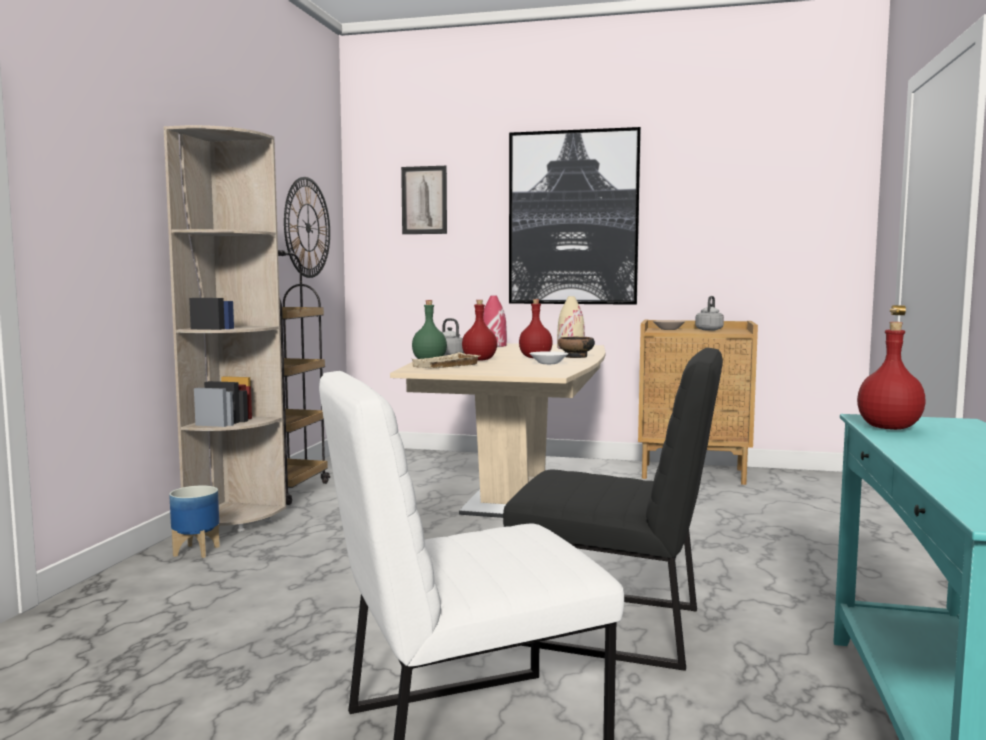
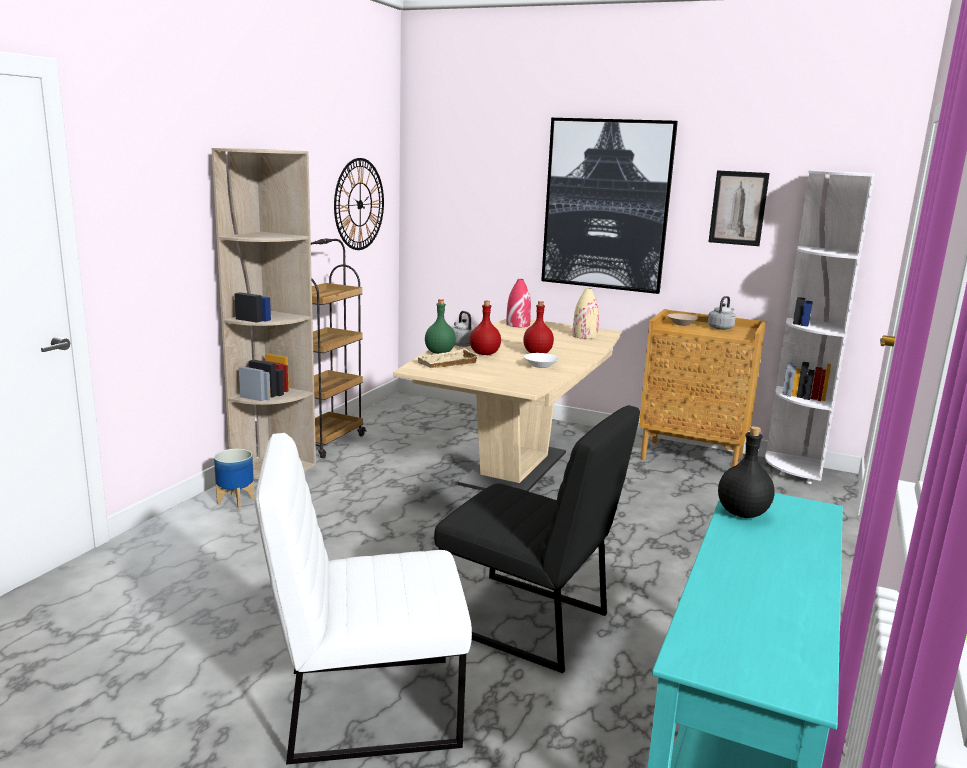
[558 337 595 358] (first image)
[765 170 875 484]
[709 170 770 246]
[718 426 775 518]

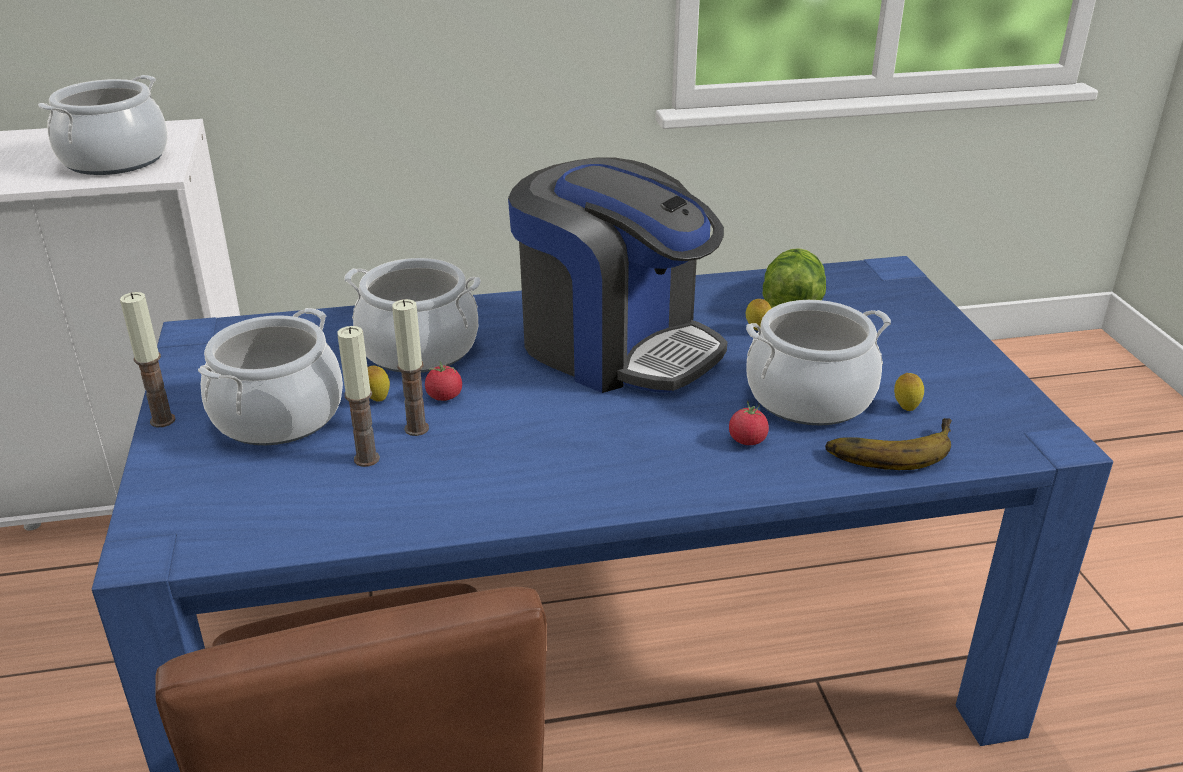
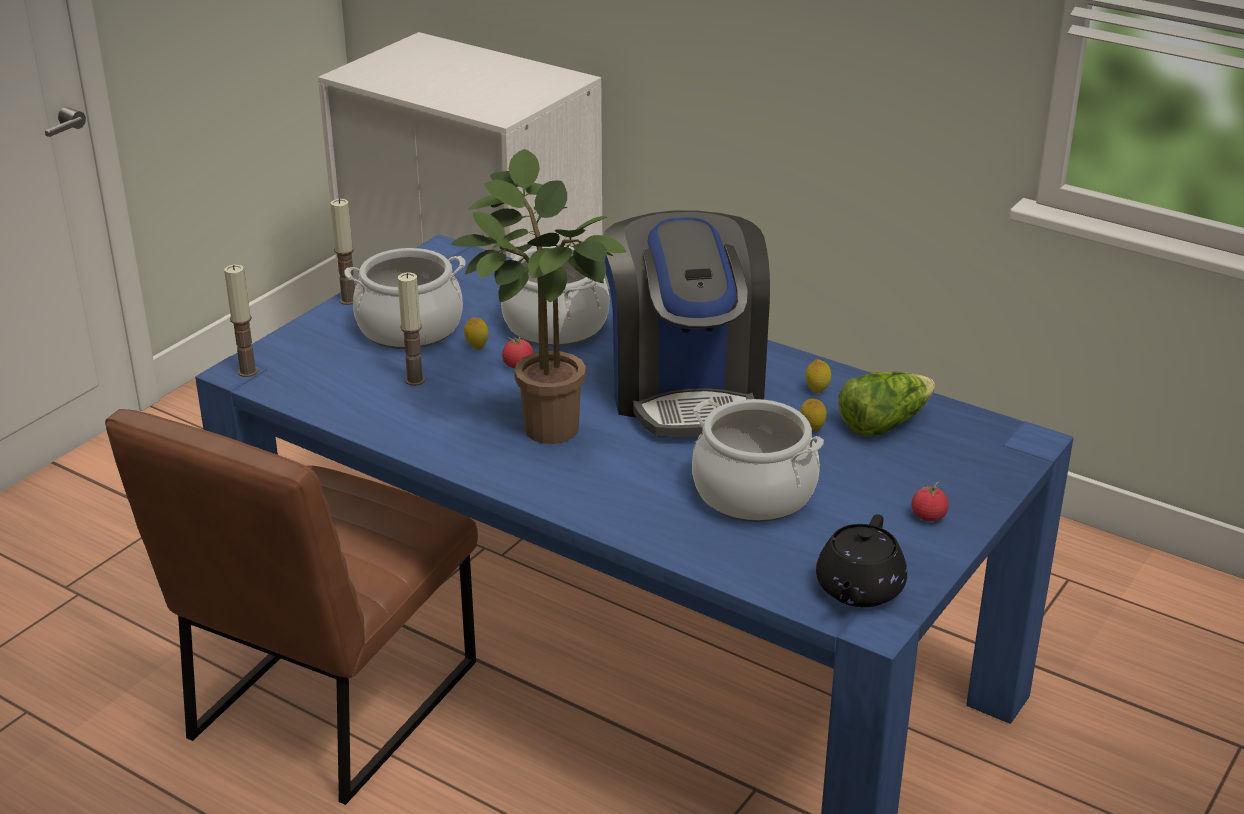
[38 75 168 175] (first image)
[825 418 952 470] (first image)
[451 149 627 444]
[816 514 907 607]
[224 264 258 377]
[912 482 949 521]
[806 359 831 393]

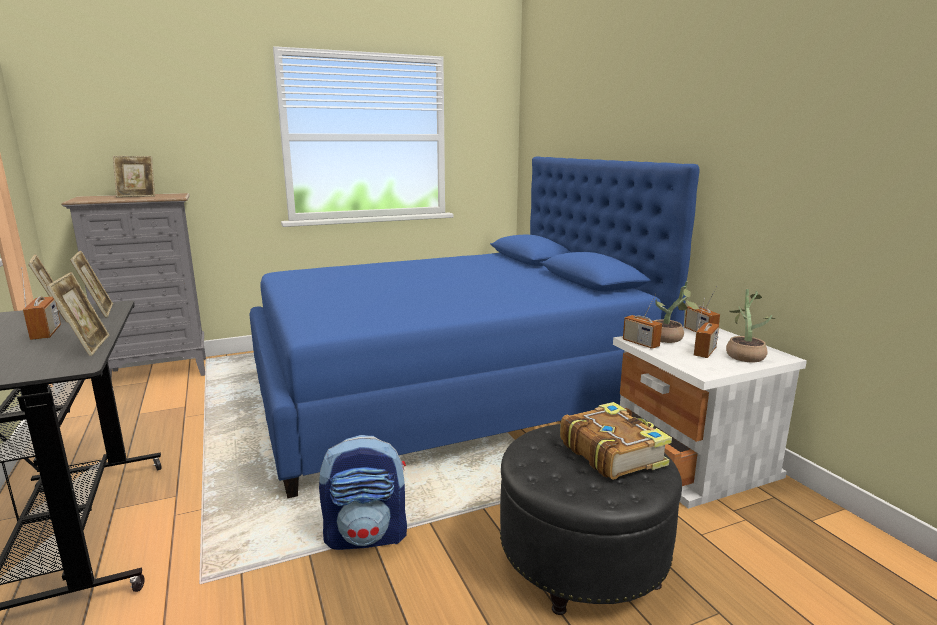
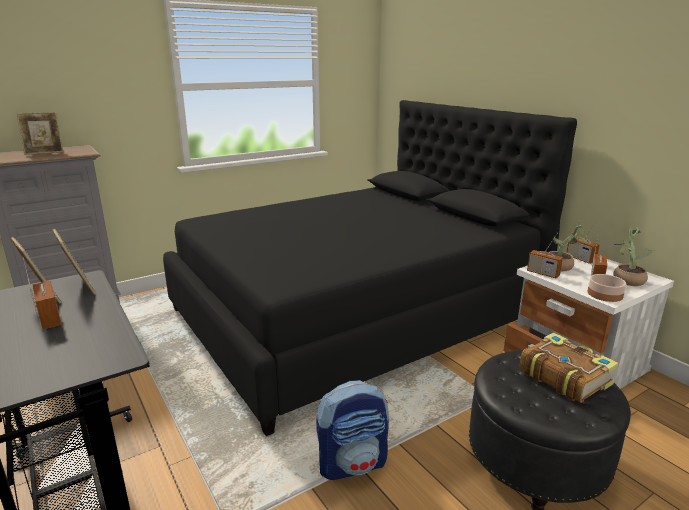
[46 272 109 356] (first image)
[587 274 626 302]
[163 100 577 436]

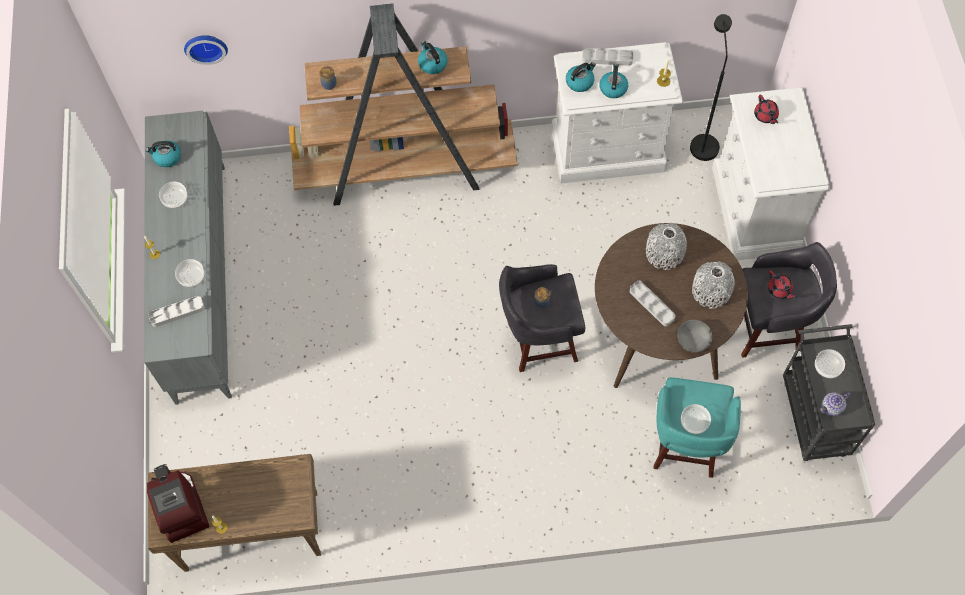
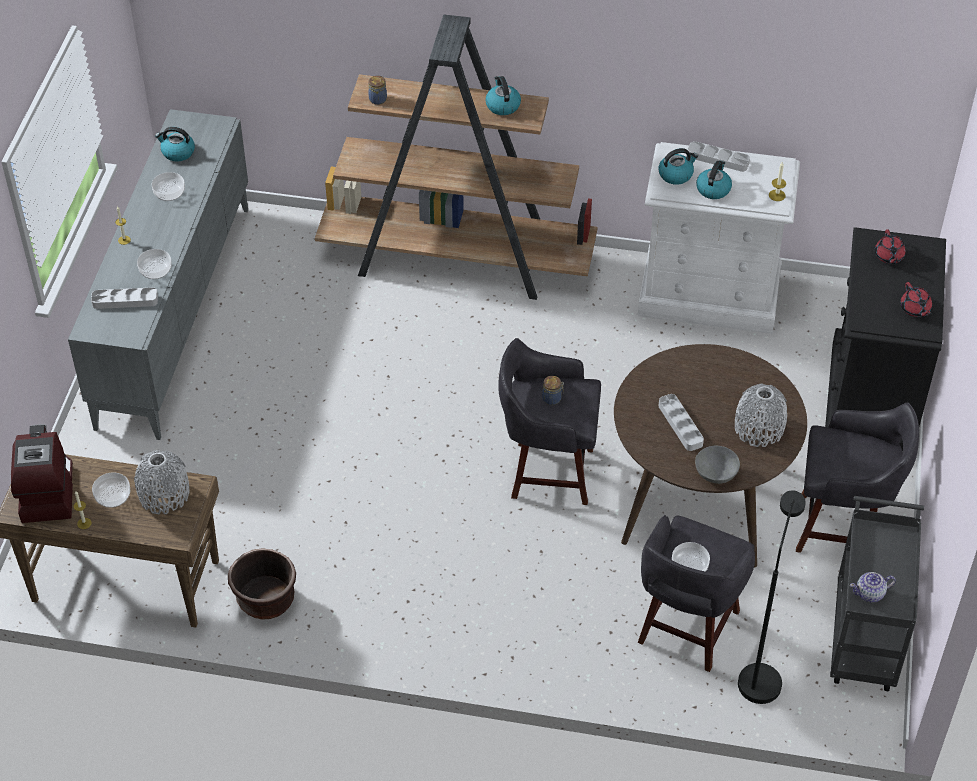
[184 35 228 65] (first image)
[228 548 296 620]
[134 450 190 515]
[738 490 806 704]
[900 282 932 317]
[92 473 130 508]
[638 515 755 672]
[825 227 946 451]

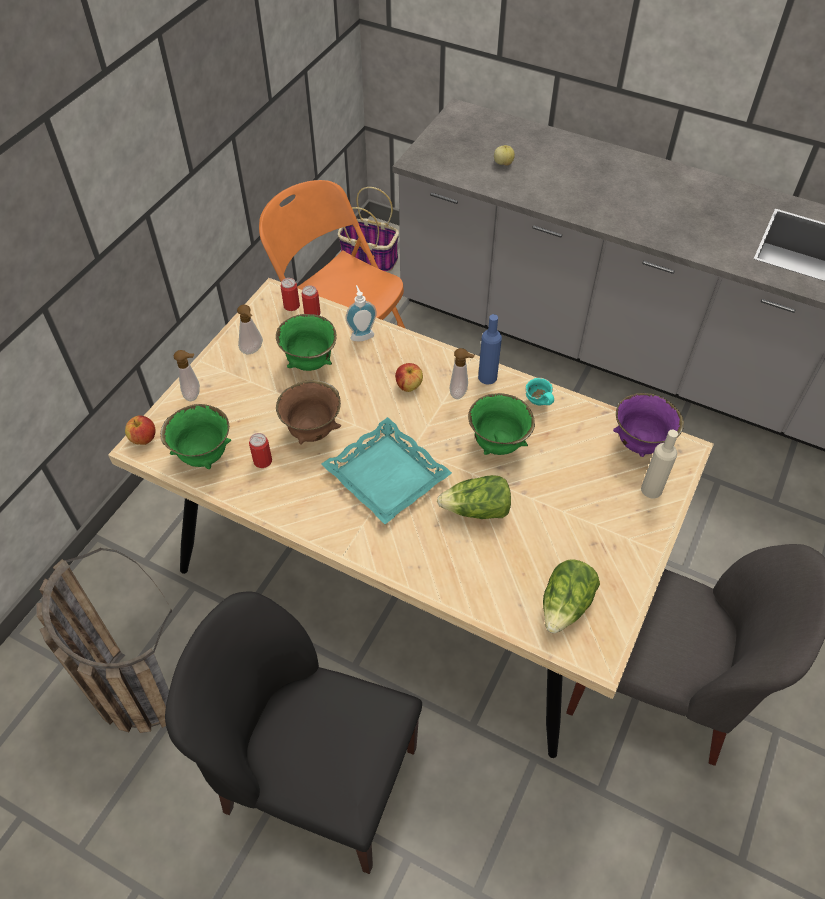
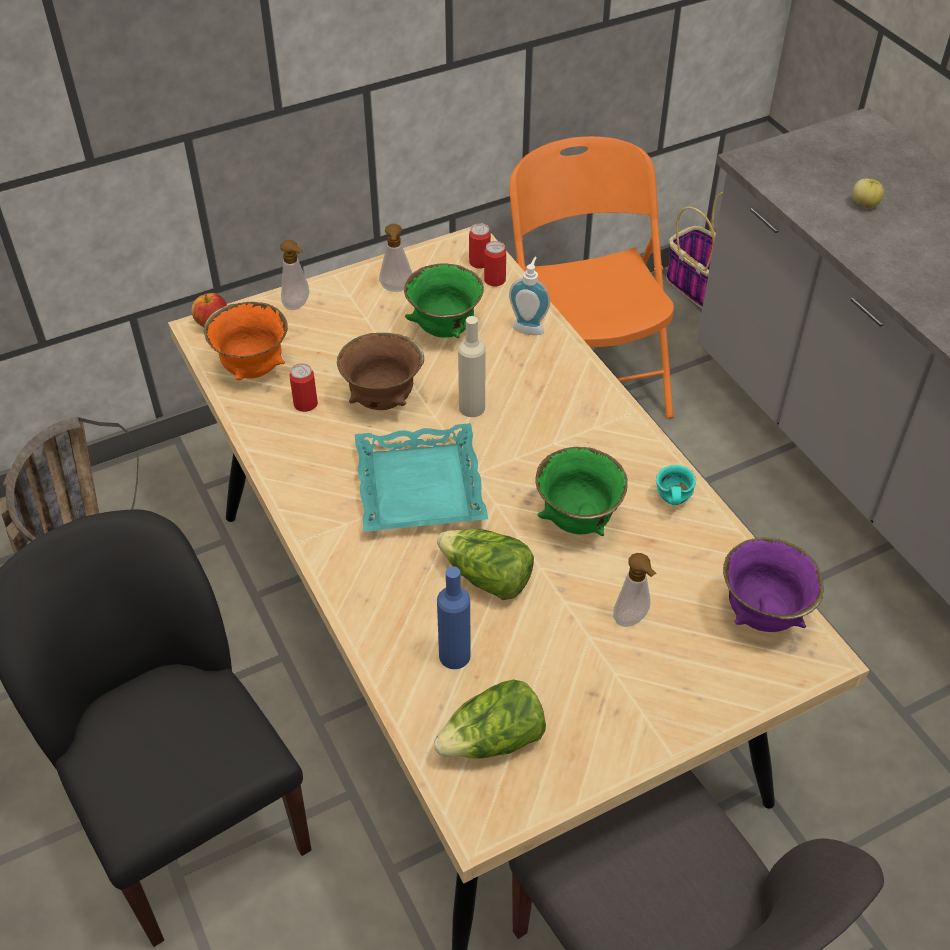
[395 363 423 392] (first image)
[613 553 657 627]
[437 566 471 669]
[458 316 486 417]
[204 302 288 380]

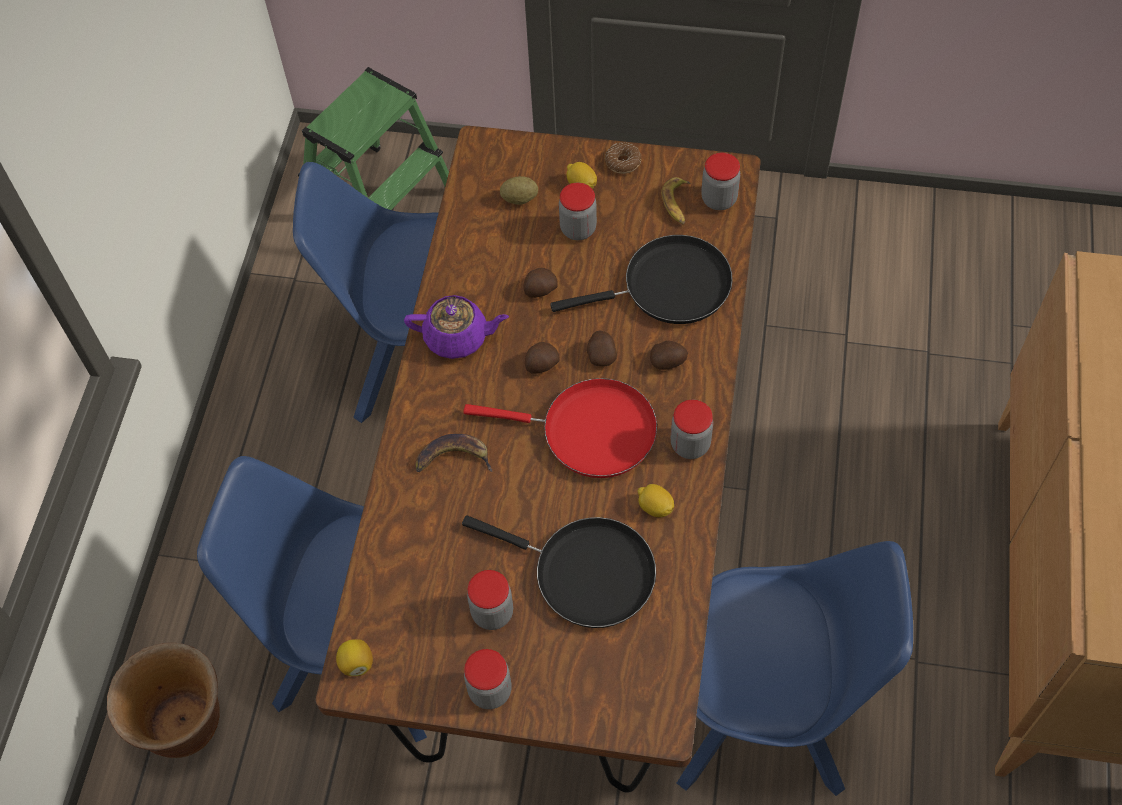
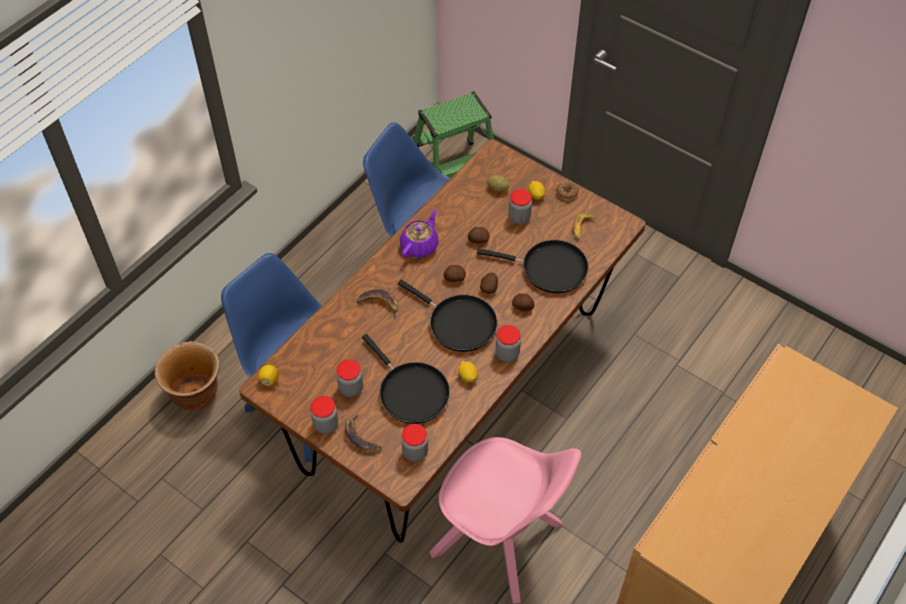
[345 414 382 452]
[401 424 428 462]
[398 280 498 352]
[429 437 581 604]
[400 209 438 258]

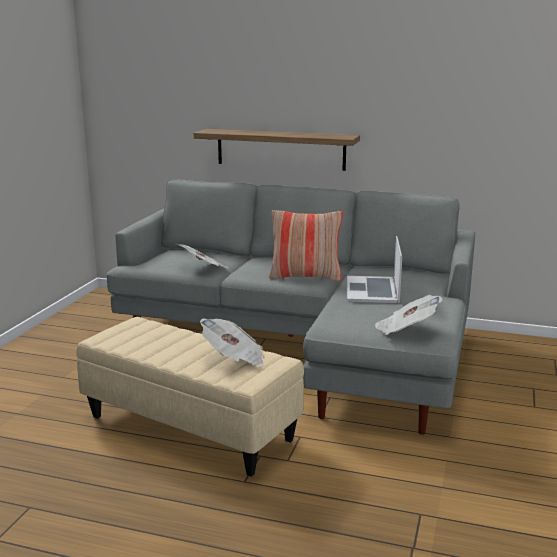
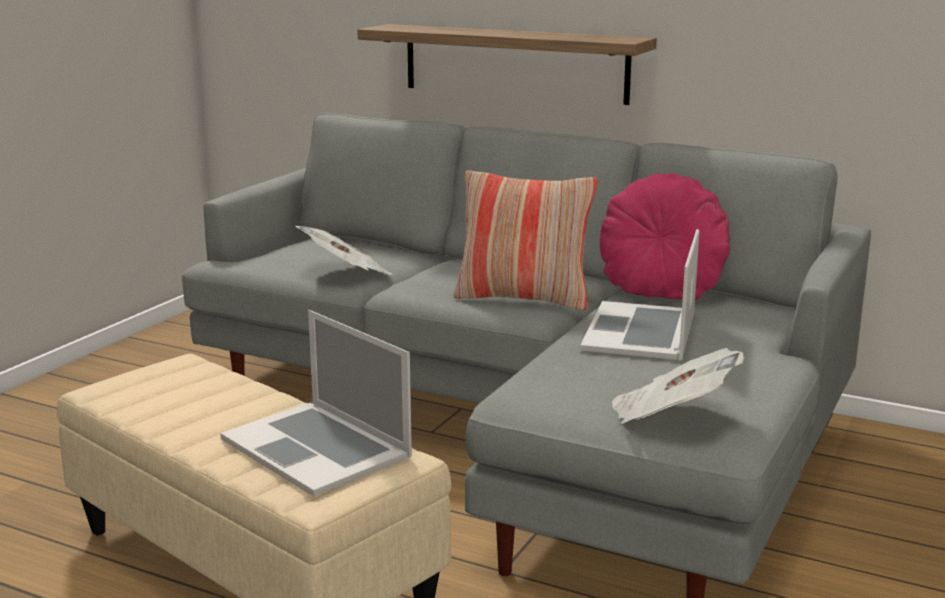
[600 173 730 300]
[220 310 412 496]

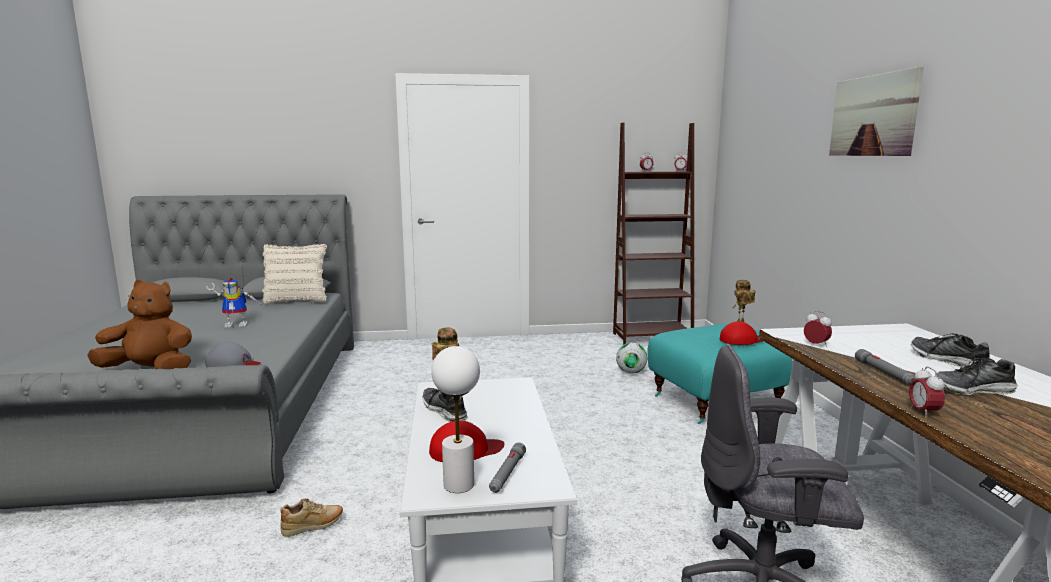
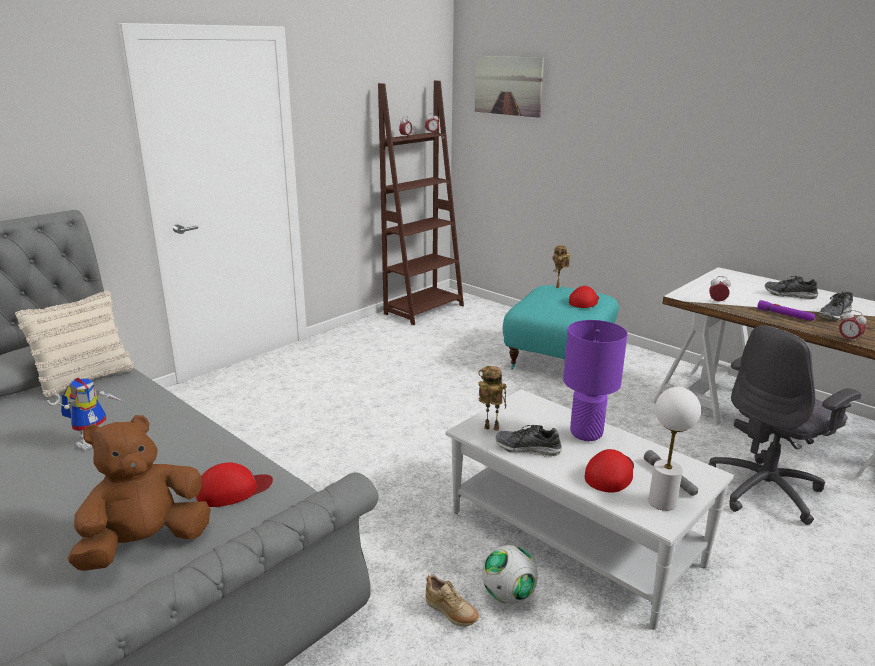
[563 320 627 441]
[482 545 538 604]
[475 56 544 118]
[196 462 273 507]
[757 300 815 321]
[425 575 479 627]

